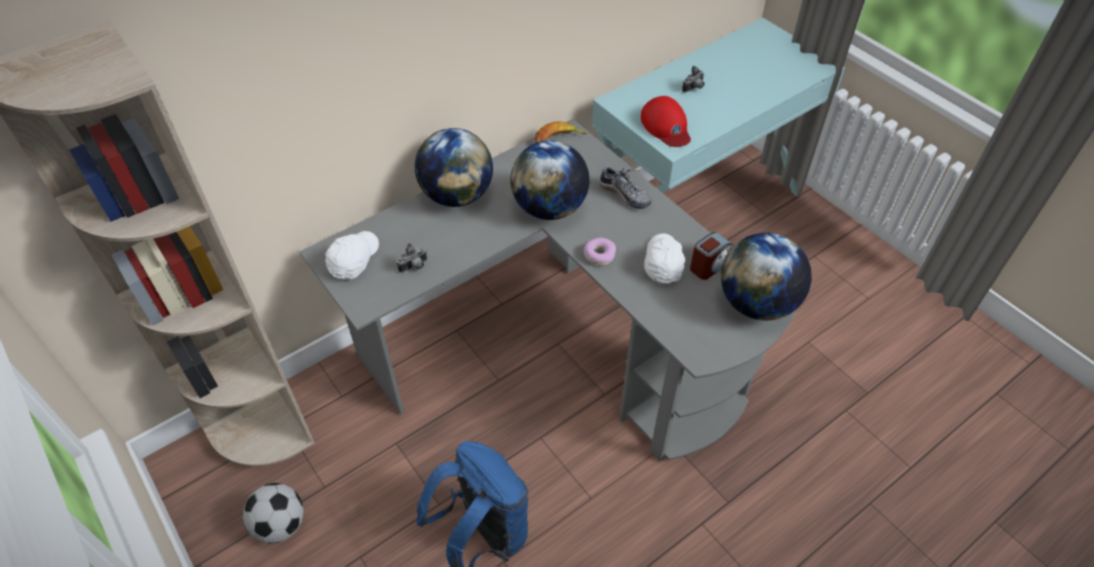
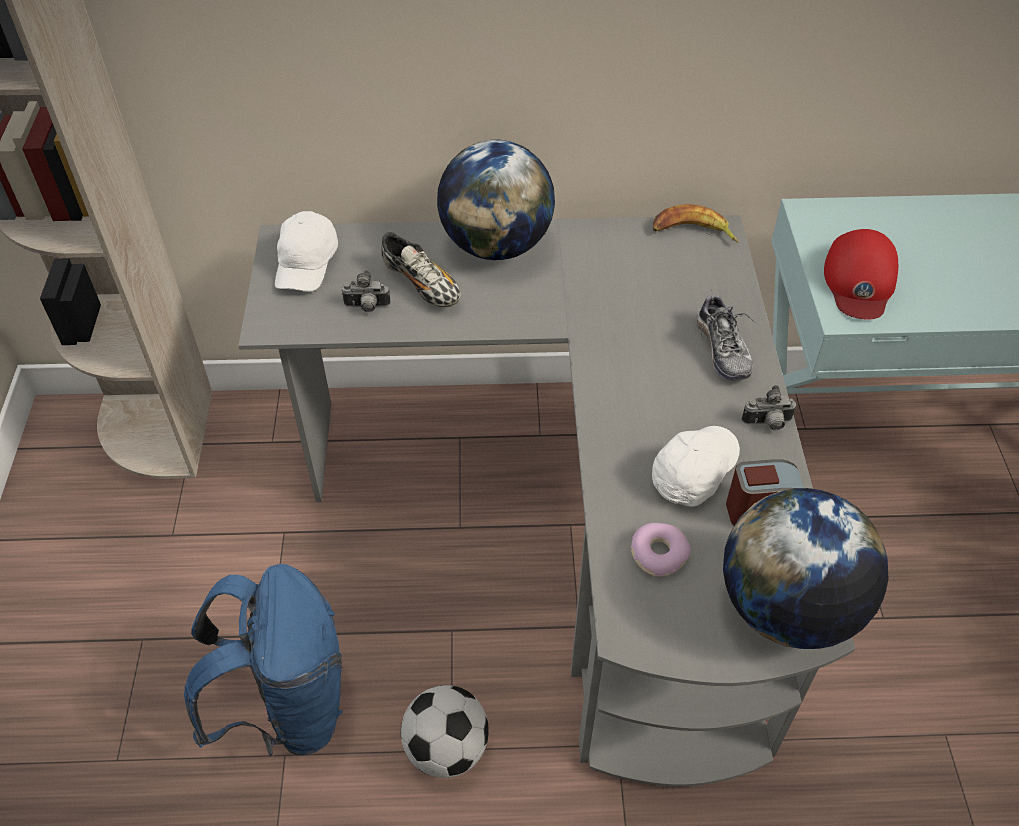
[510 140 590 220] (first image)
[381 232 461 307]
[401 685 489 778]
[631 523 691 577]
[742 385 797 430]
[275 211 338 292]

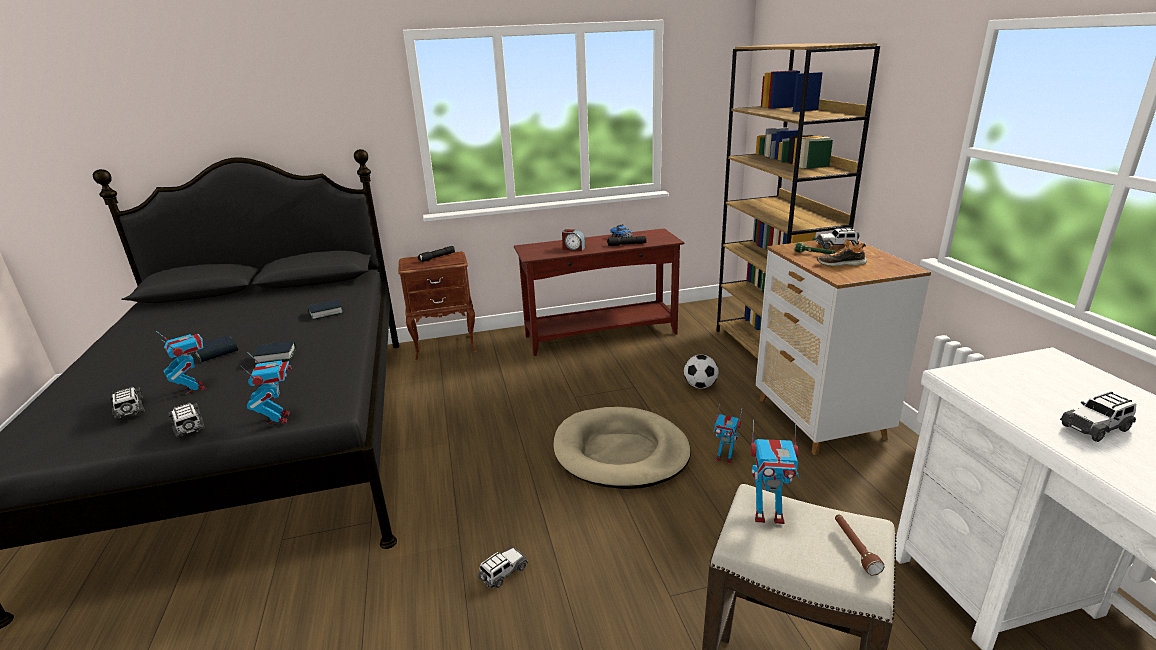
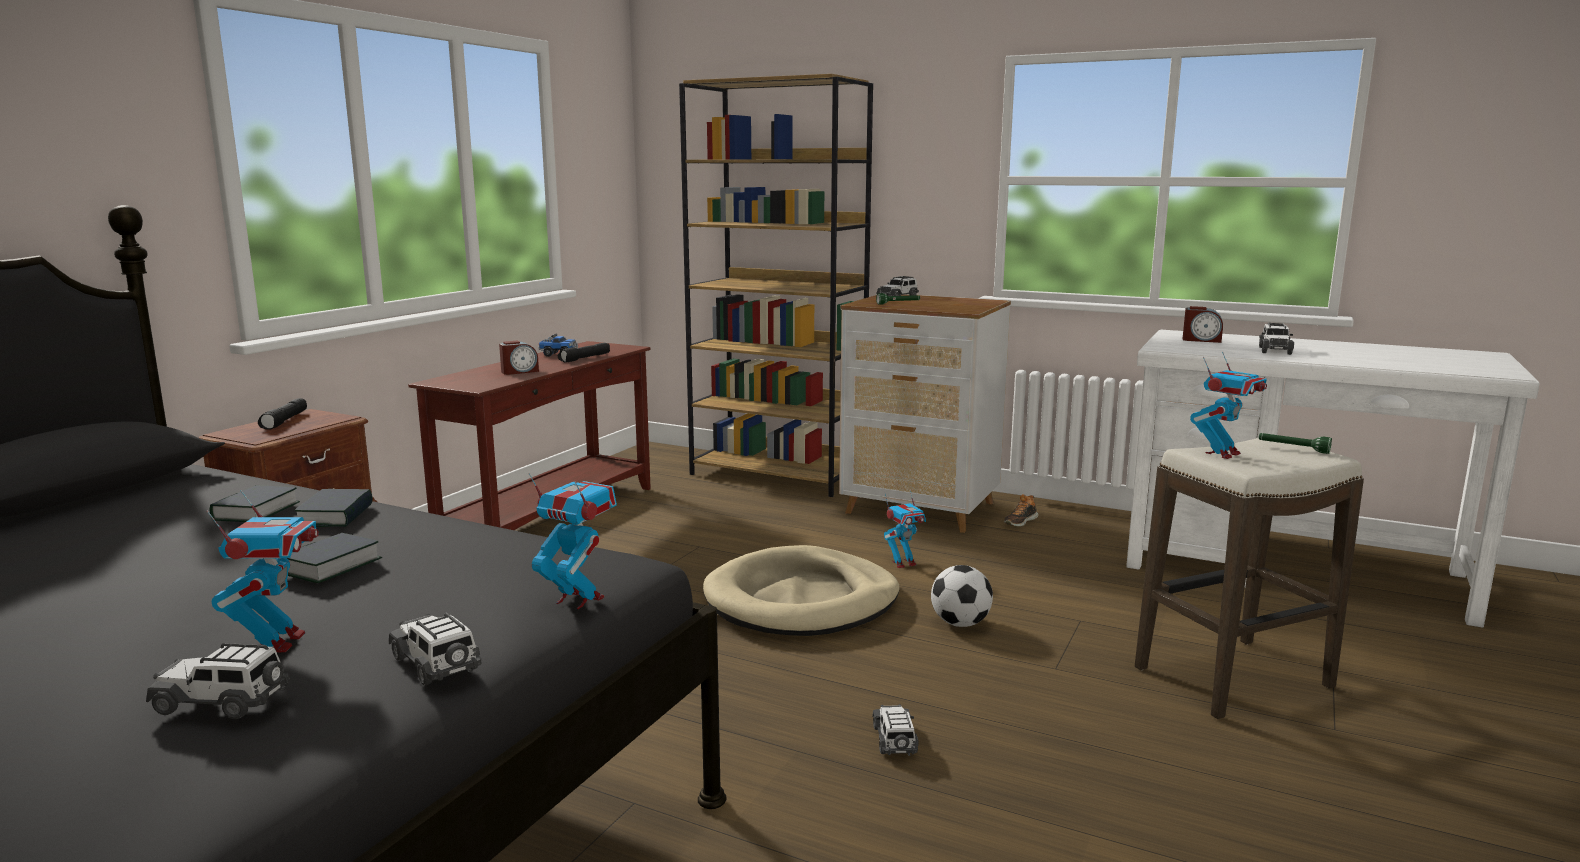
[1183 306 1223 343]
[295 489 373 527]
[931 565 993 627]
[1004 494 1039 527]
[1259 433 1332 454]
[206 490 319 652]
[389 613 482 685]

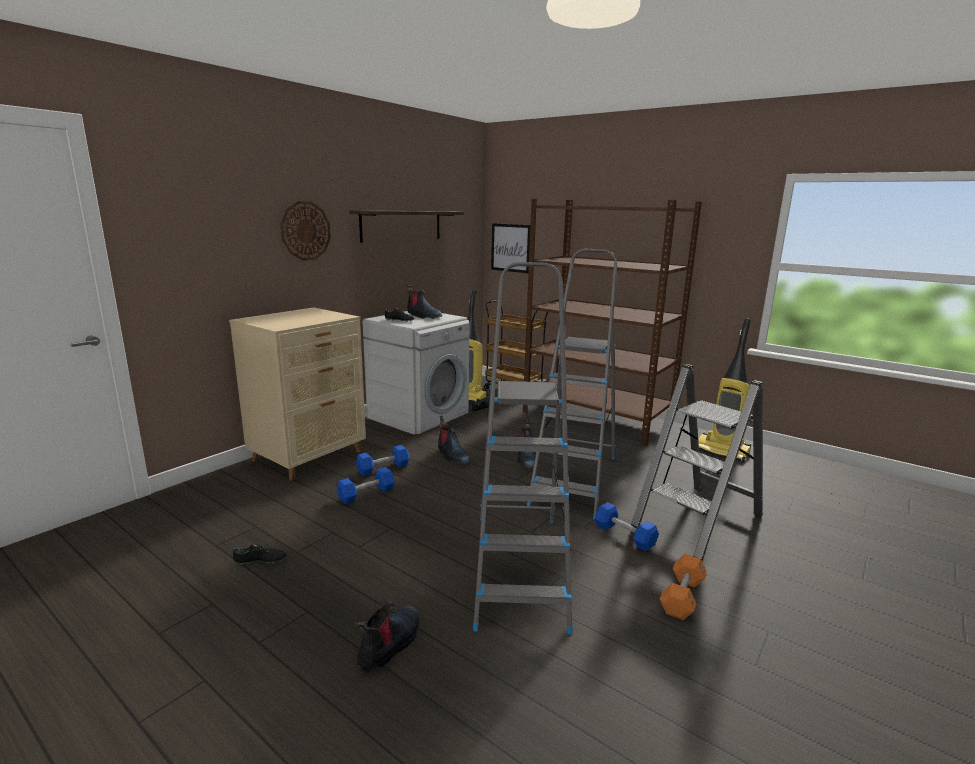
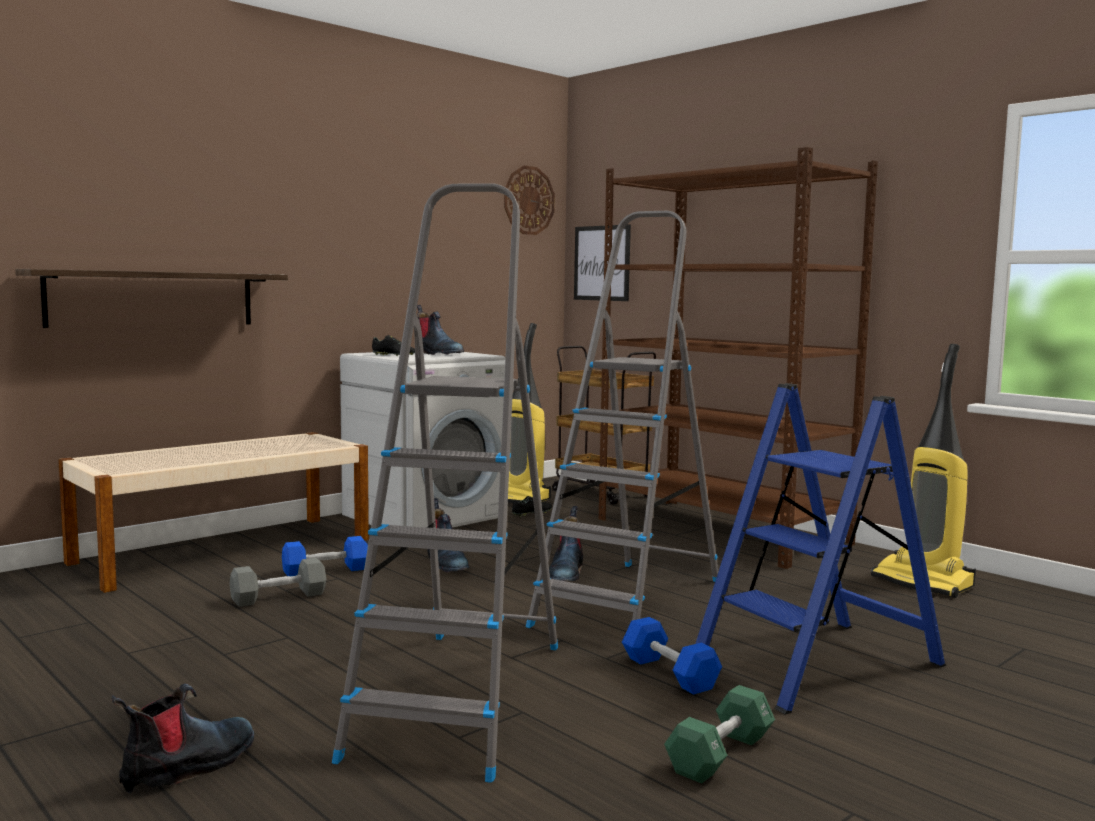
[233 544 286 565] (first image)
[504 166 555 235]
[15 269 288 328]
[58 432 369 593]
[230 558 326 607]
[695 383 946 715]
[664 685 775 783]

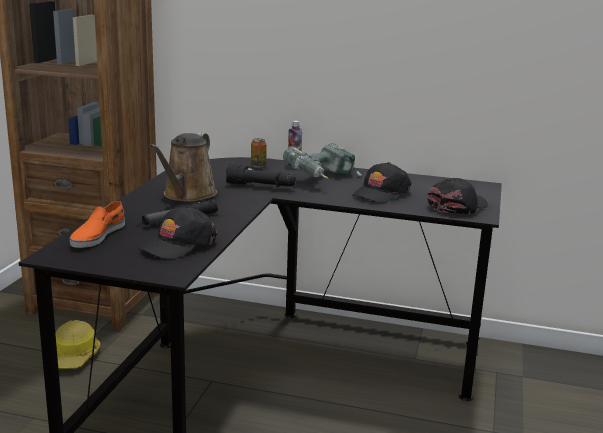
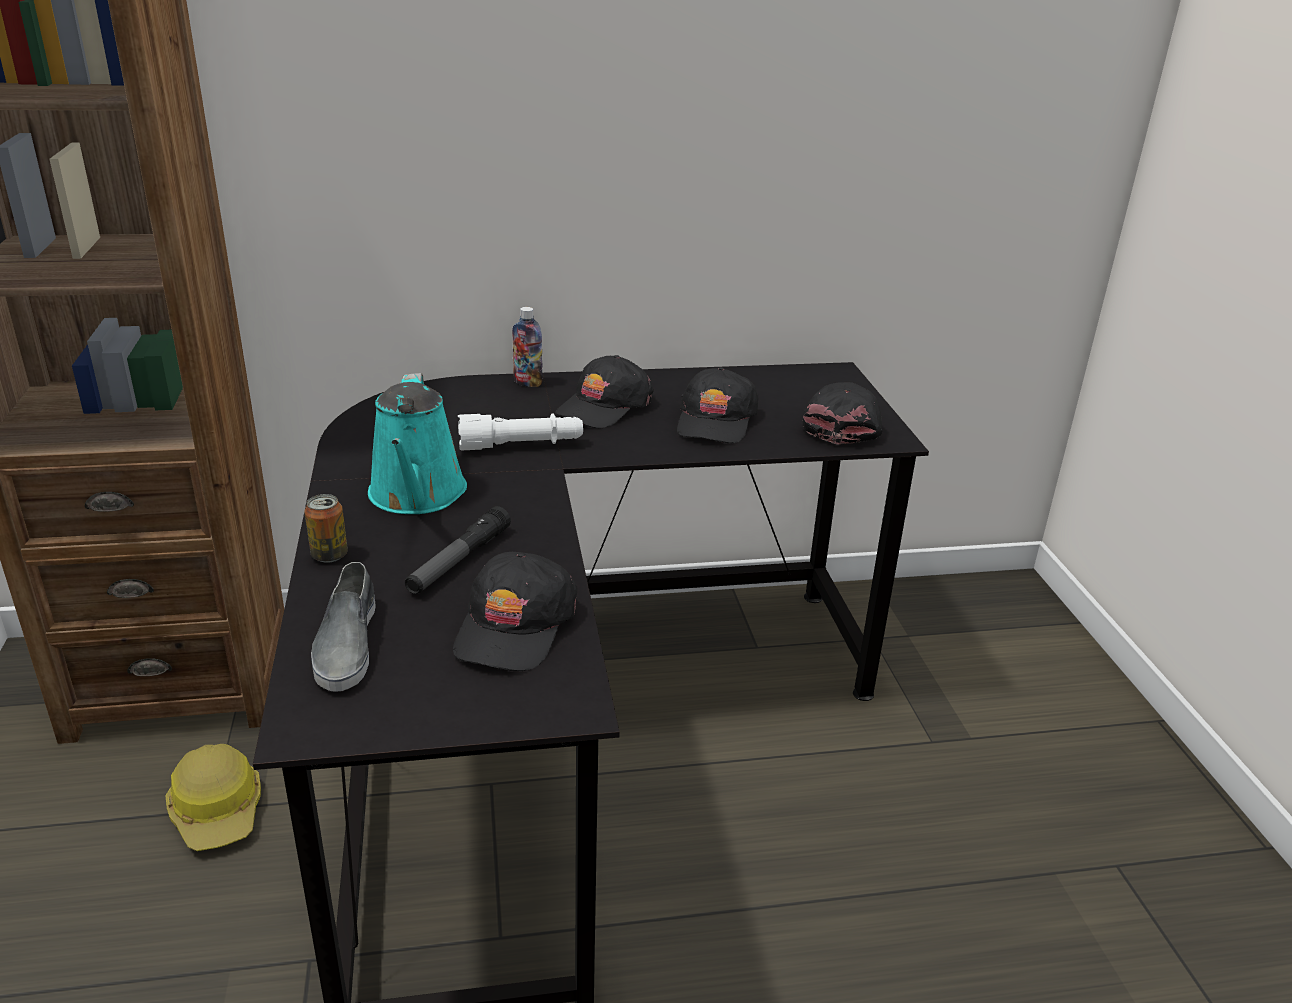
[304 494 348 563]
[555 355 654 428]
[311 562 376 692]
[368 373 467 514]
[458 413 583 450]

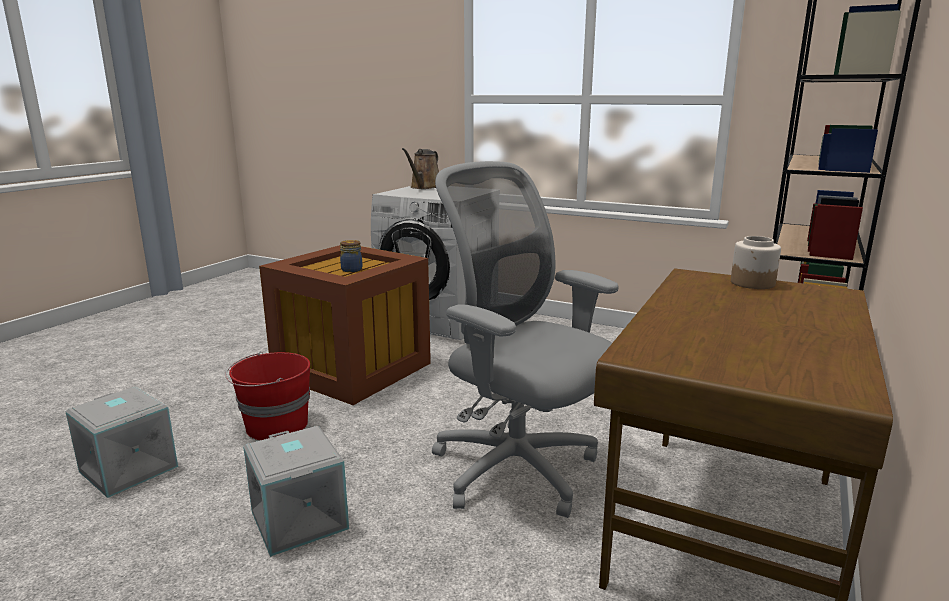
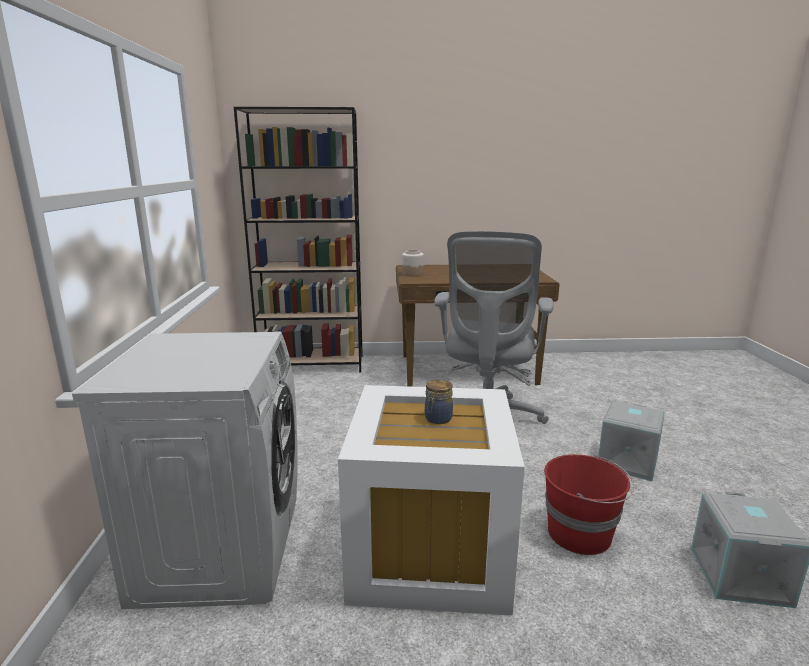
[402 148 439 189] (first image)
[338 385 525 616]

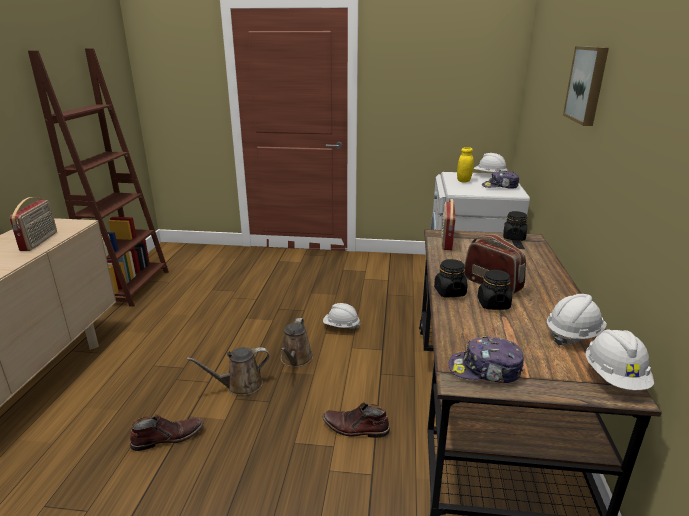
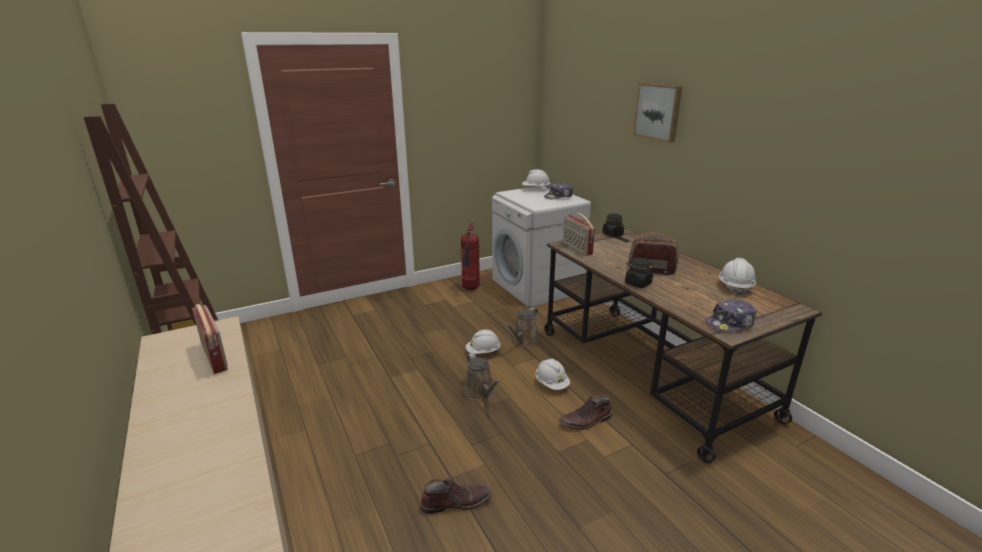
[457 147 474 183] (first image)
[478 270 512 310] (first image)
[461 222 480 290]
[505 307 540 346]
[535 358 570 390]
[420 478 492 514]

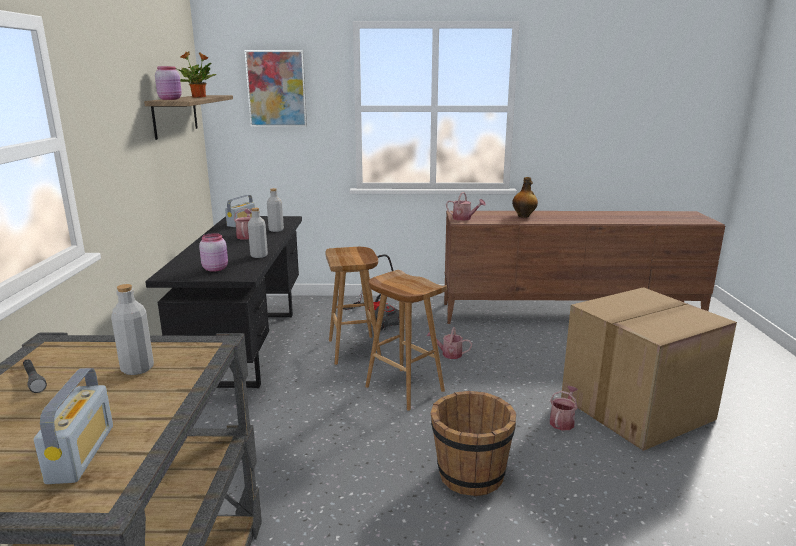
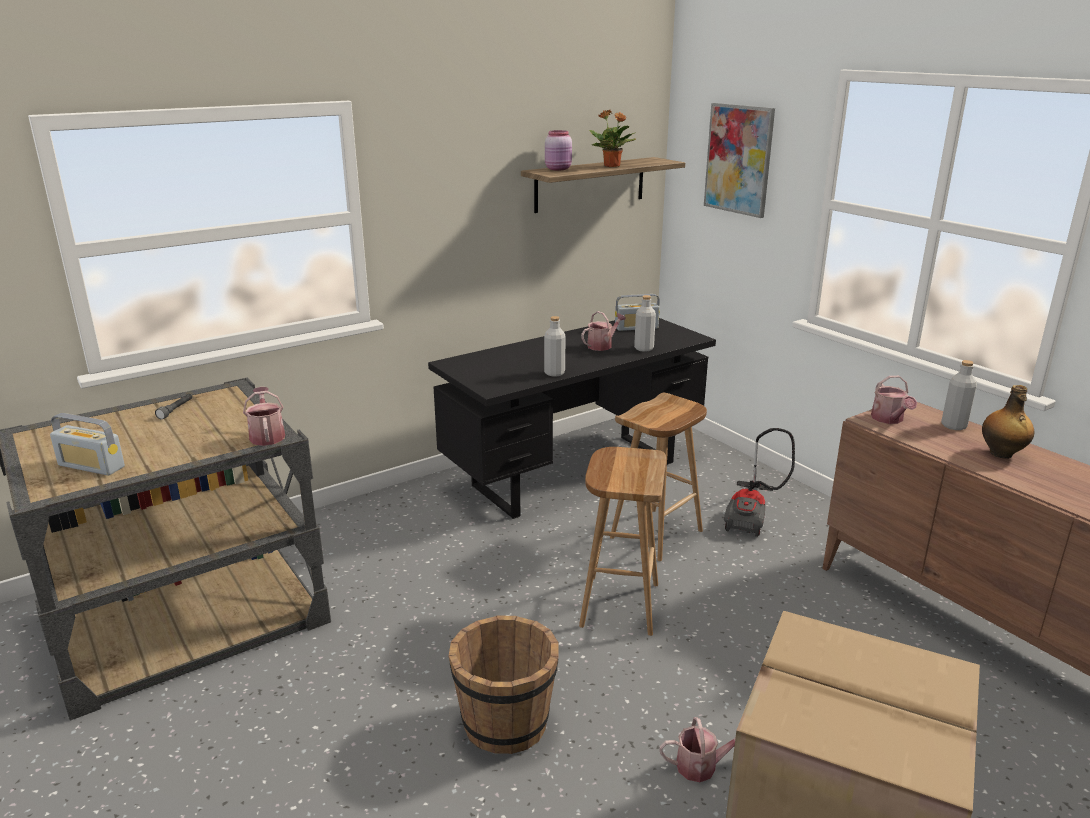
[199 233 228 272] (first image)
[941 360 977 430]
[243 387 285 446]
[50 413 125 475]

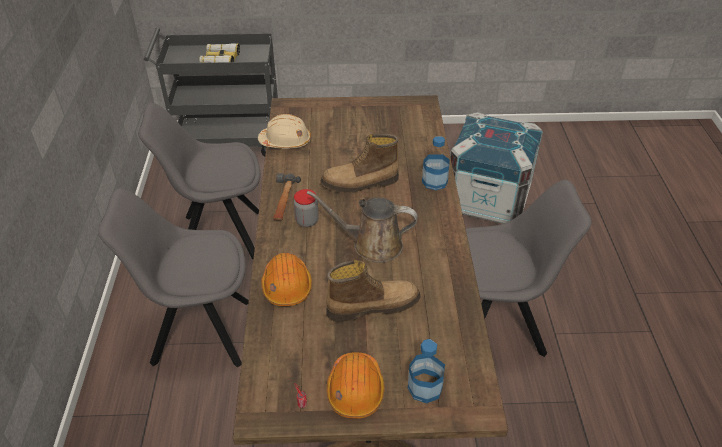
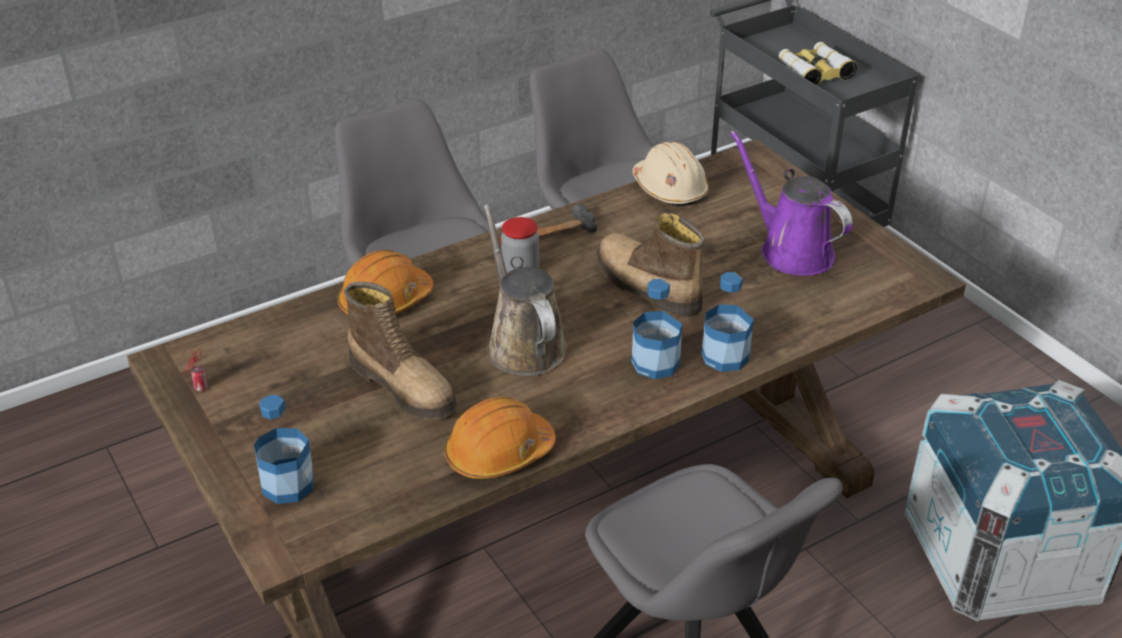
[631 279 682 379]
[730 130 853 276]
[444 397 556 479]

